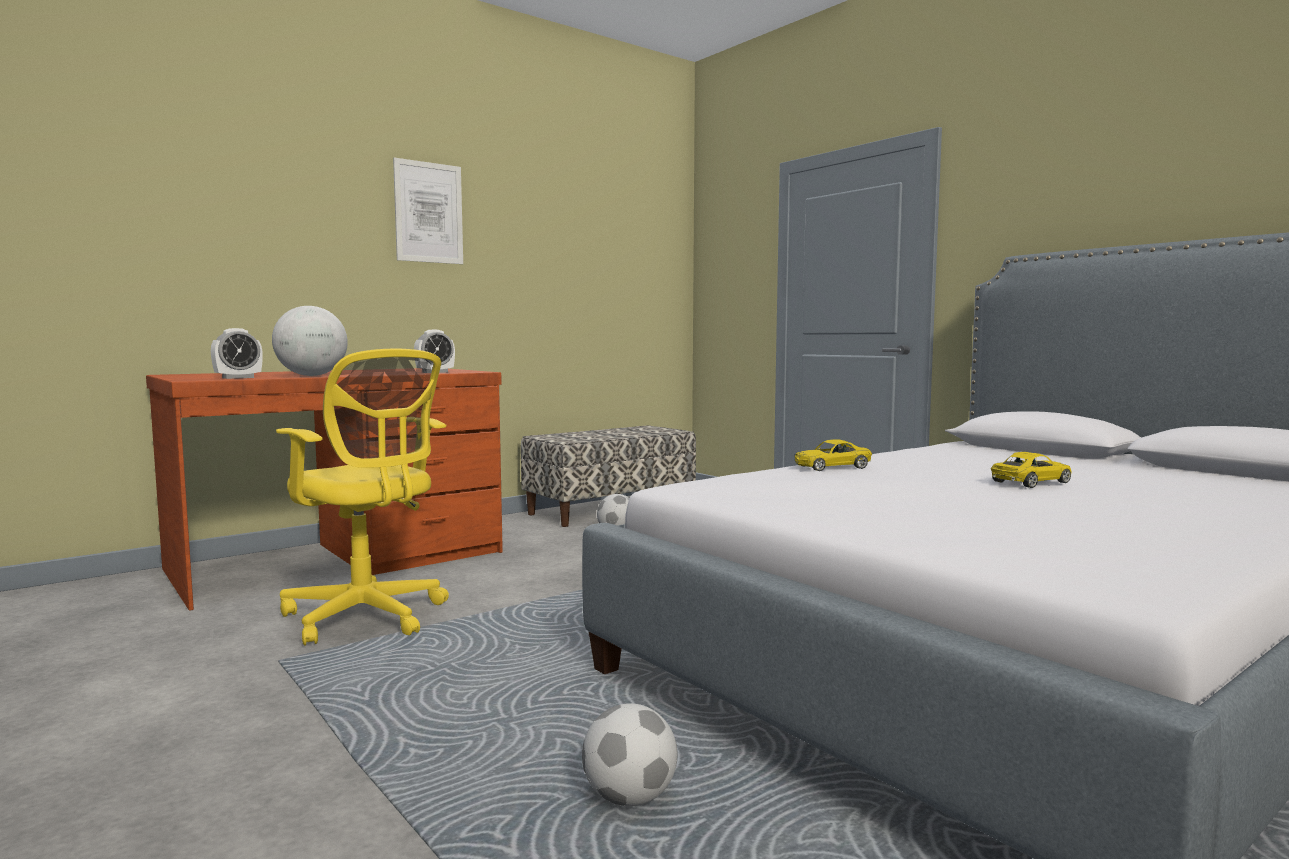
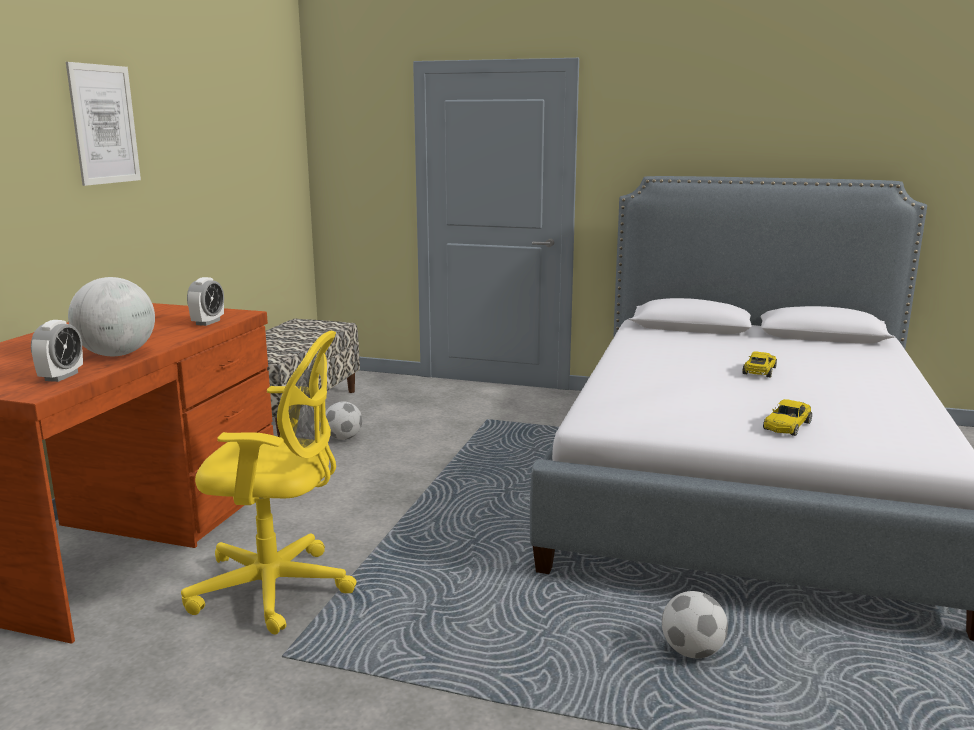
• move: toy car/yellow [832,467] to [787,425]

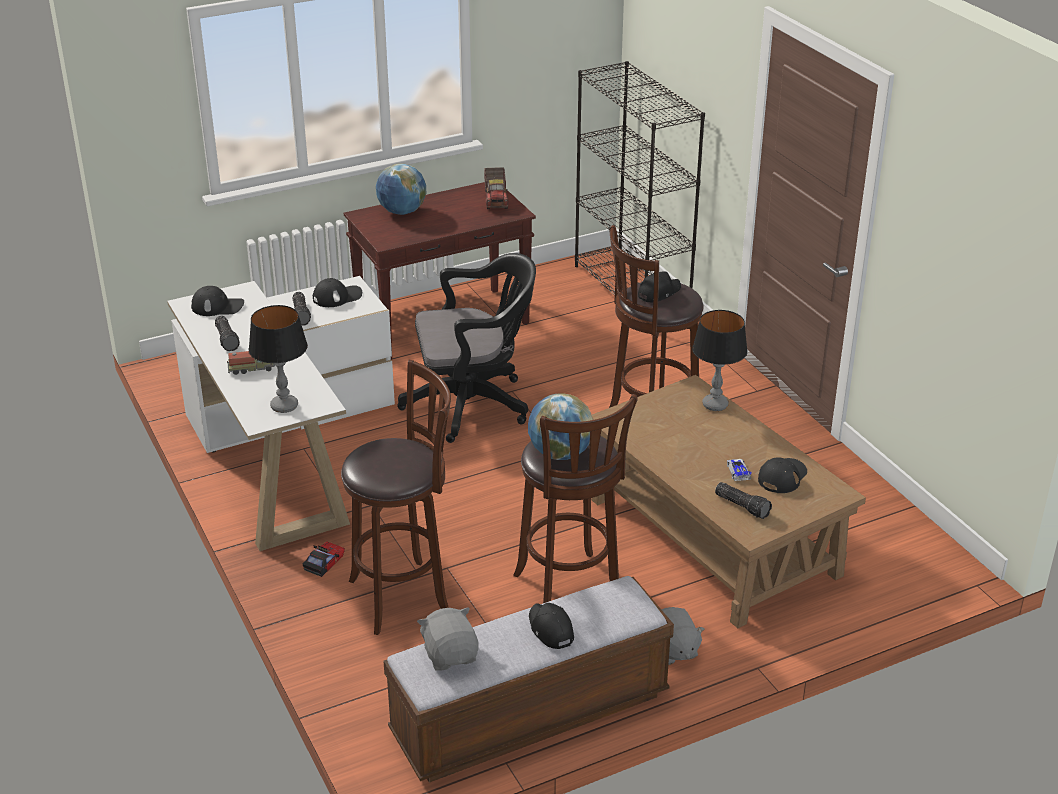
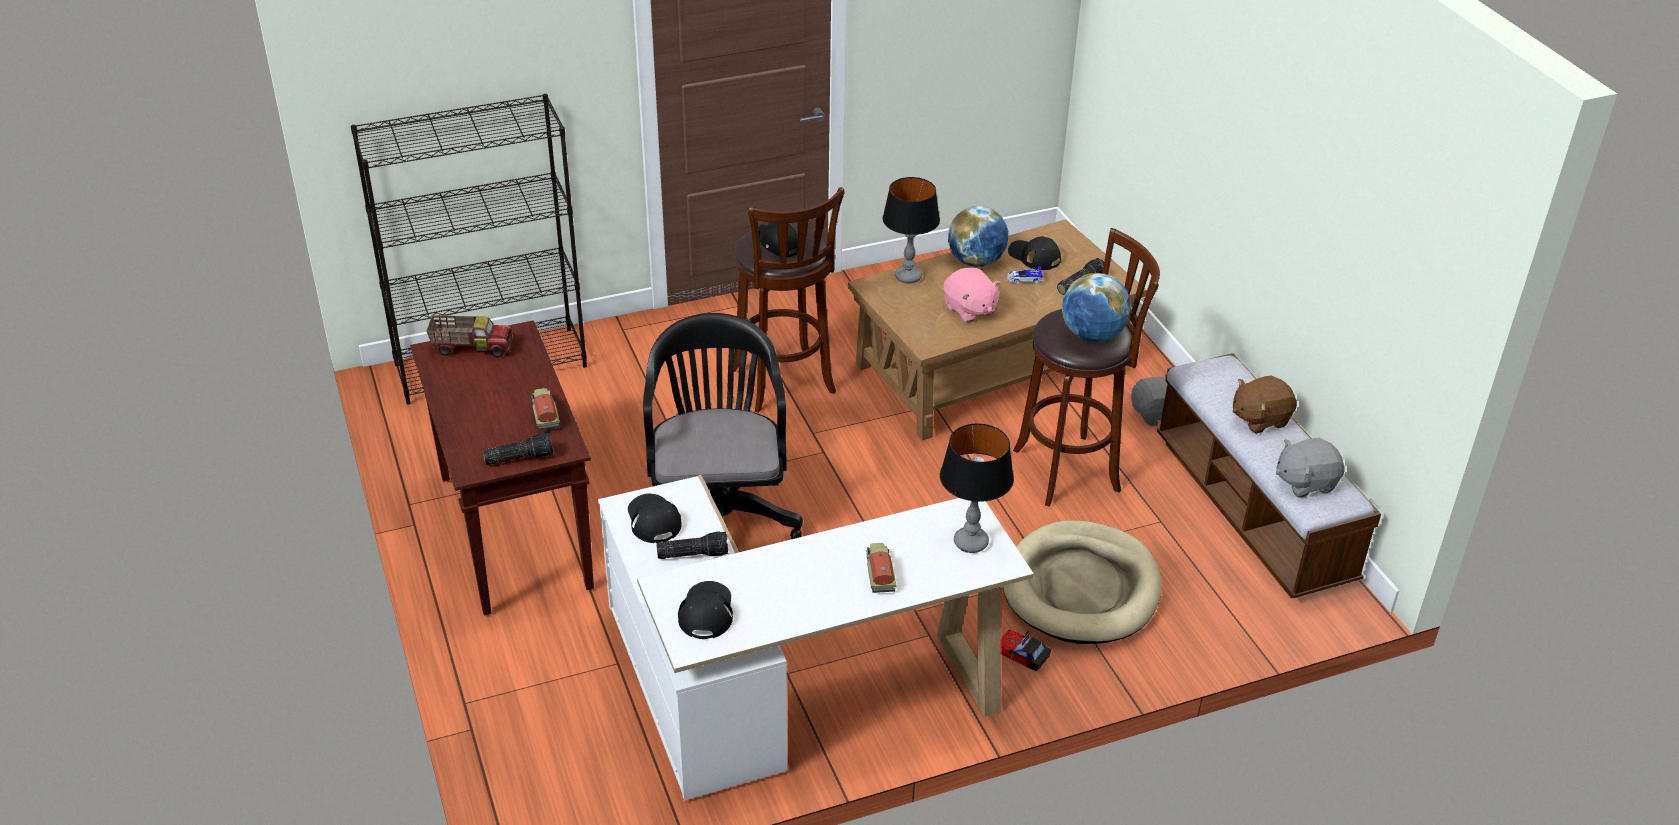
• insert: toy truck [545,415]
• insert: plush toy/pink [969,310]
• move: flashlight [227,339] to [520,457]
• move: globe [402,212] to [976,262]
• replace: stool/brown [405,595] to dog bed/beige [1081,588]
• replace: cap/black [550,629] to plush toy/brown [1259,419]

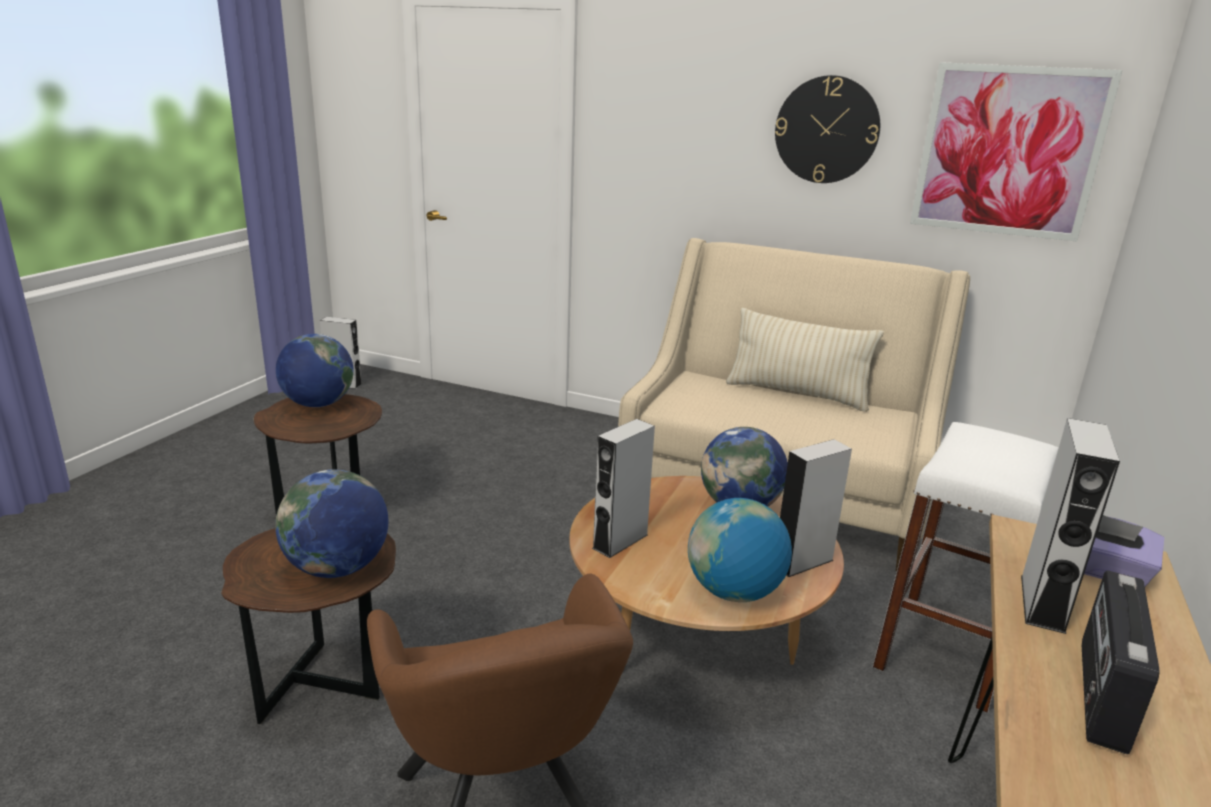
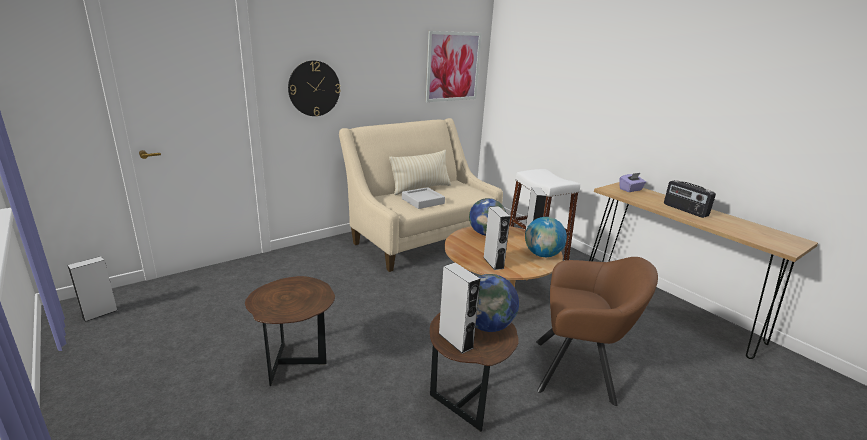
• delete: globe [318,404]
• insert: tray/grey [423,201]
• move: wall clock [826,130] to [314,88]
• move: speaker/grey [1042,603] to [455,340]

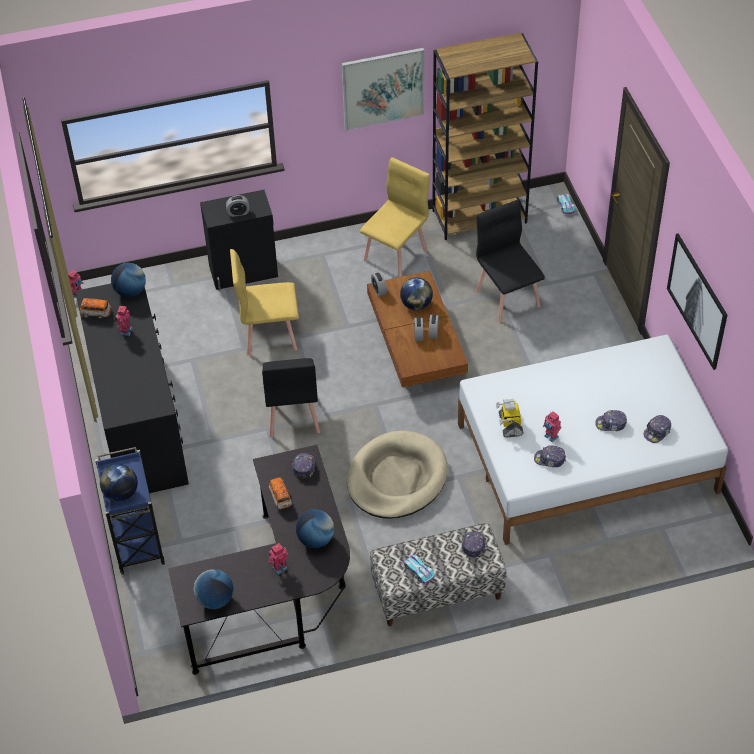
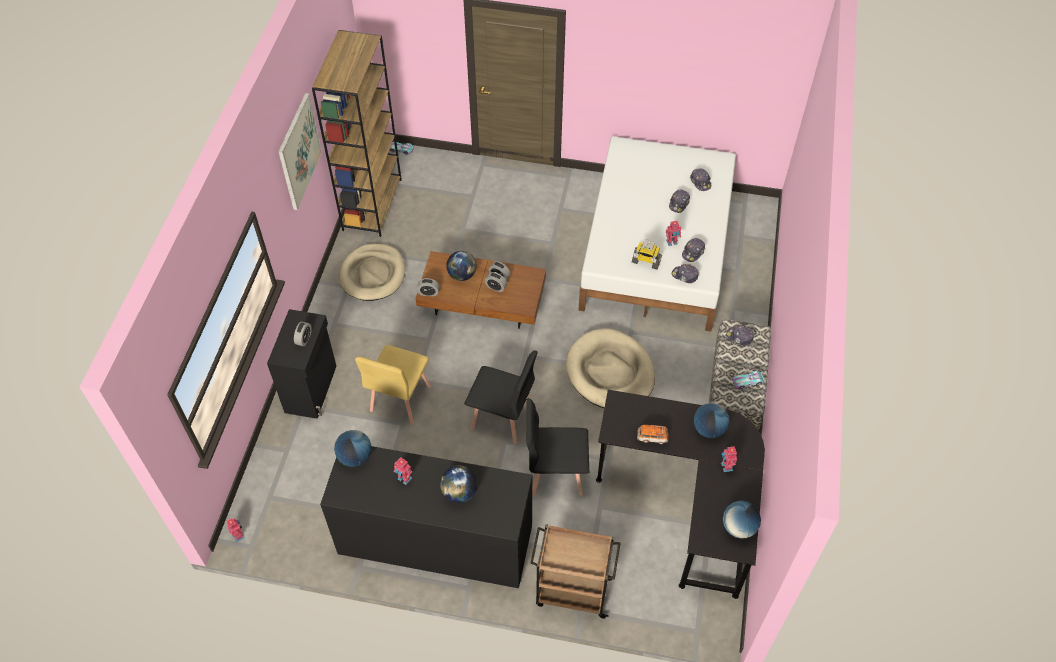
• delete: toy car [96,313]
• delete: picture [698,300]
• move: globe [121,493] to [459,492]
• move: cap [303,466] to [684,276]
• move: chair/black [508,298] to [556,473]
• replace: chair/yellow [396,255] to dog bed/beige [373,274]
• recolor: cart/blue [136,540] to cart/brown [572,591]

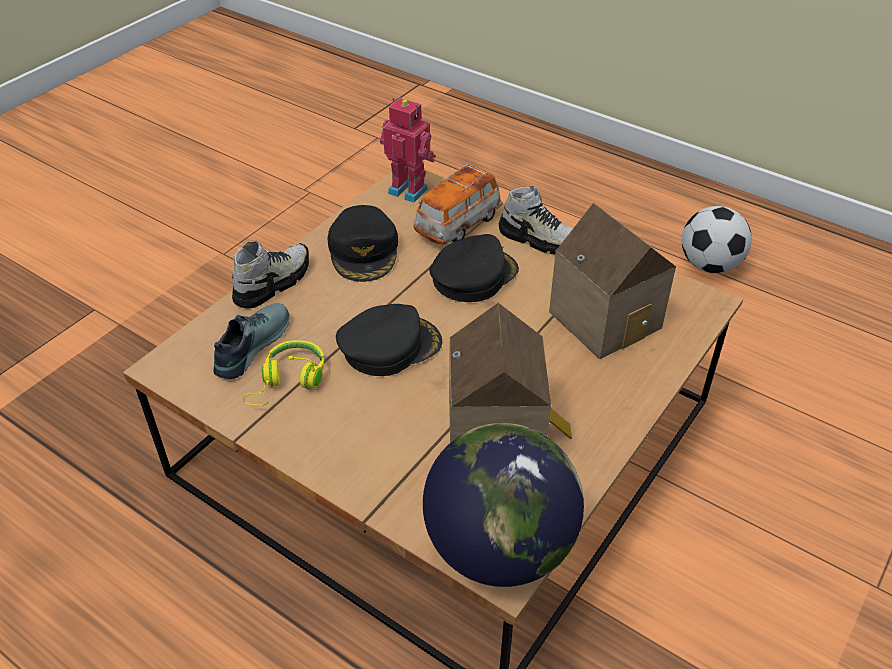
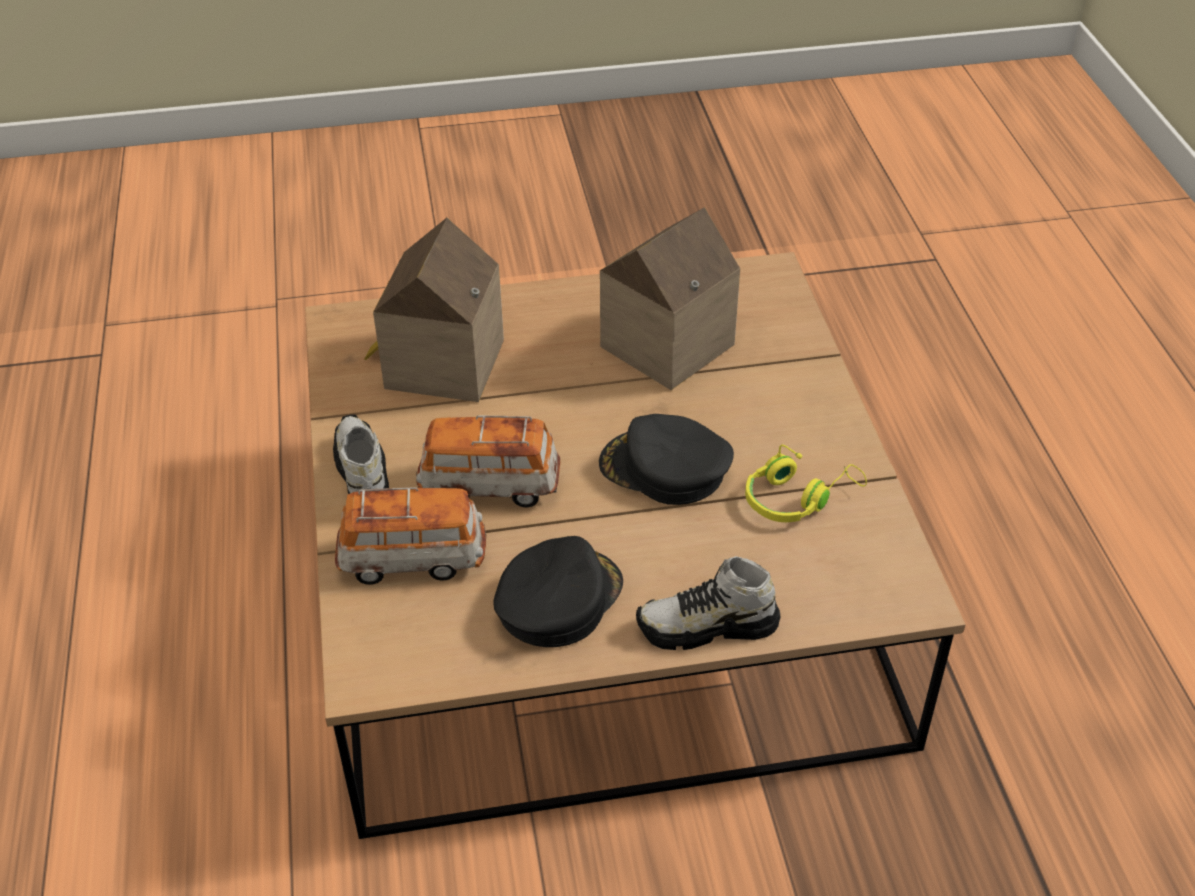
• delete: shoe [250,345]
• delete: toy robot [409,189]
• delete: globe [500,547]
• delete: football [709,265]
• replace: cap/black [473,276] to toy car [489,485]

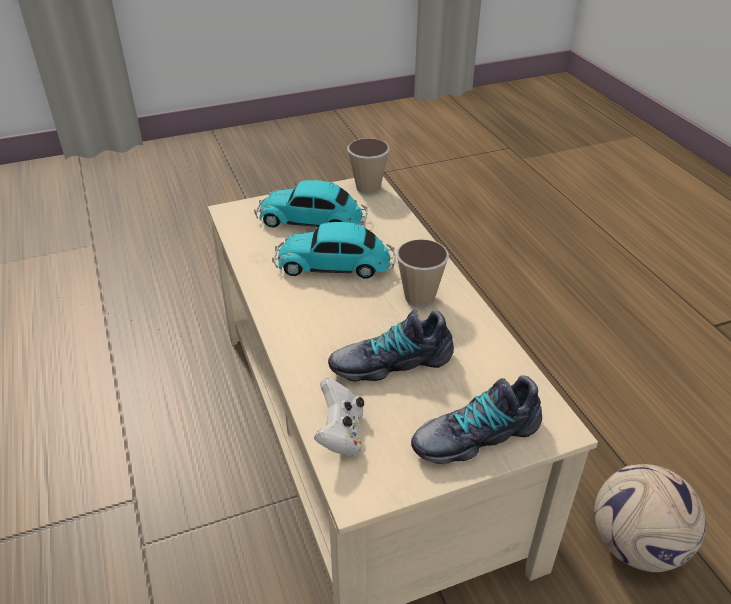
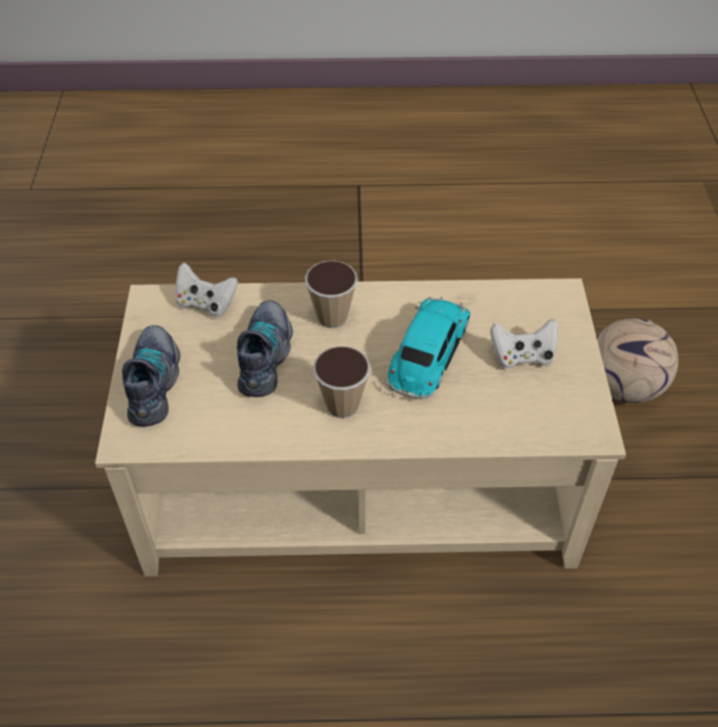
• move: cup [368,188] to [332,317]
• move: football [636,546] to [622,386]
• replace: toy car [313,220] to game controller/white [522,357]

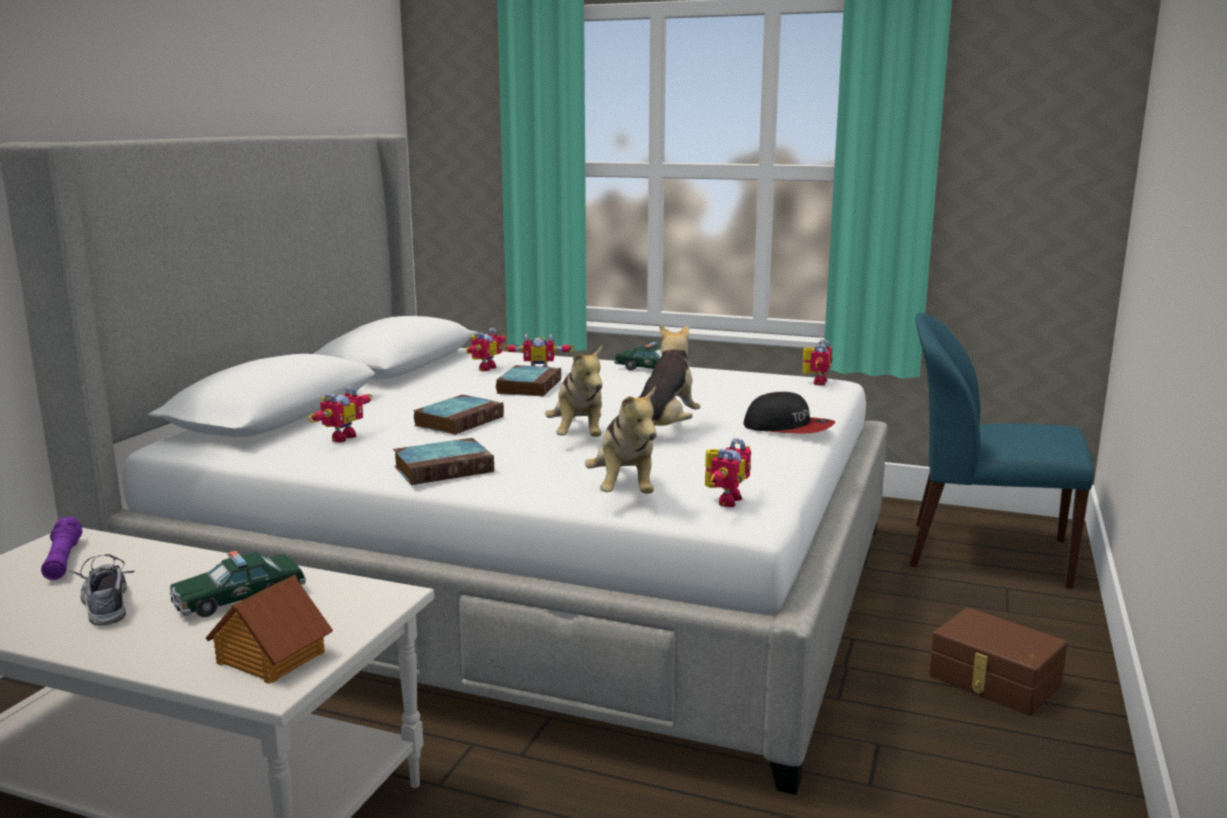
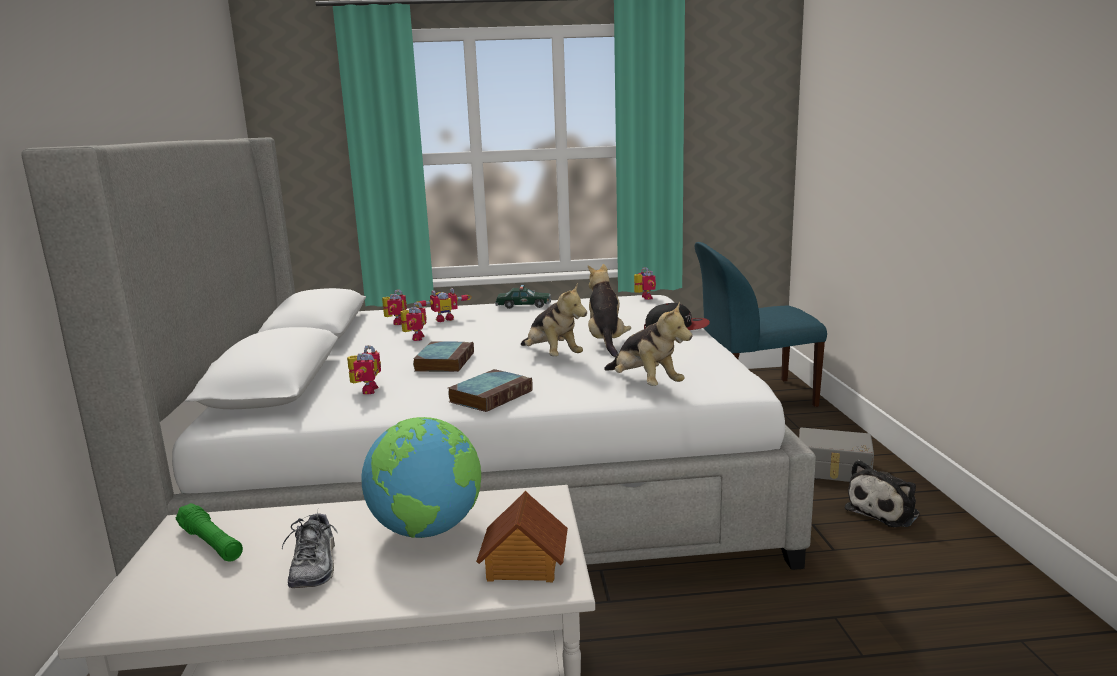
• delete: book [529,386]
• insert: plush toy [885,511]
• move: toy robot [723,500] to [414,338]
• replace: toy car [239,598] to globe [427,530]
• recolor: flashlight/purple [63,560] to flashlight/green [211,543]
• recolor: storage box/brown [993,681] to storage box/grey [833,470]
• rotate: shoe [106,604] = [314,566] 135 degrees counterclockwise

